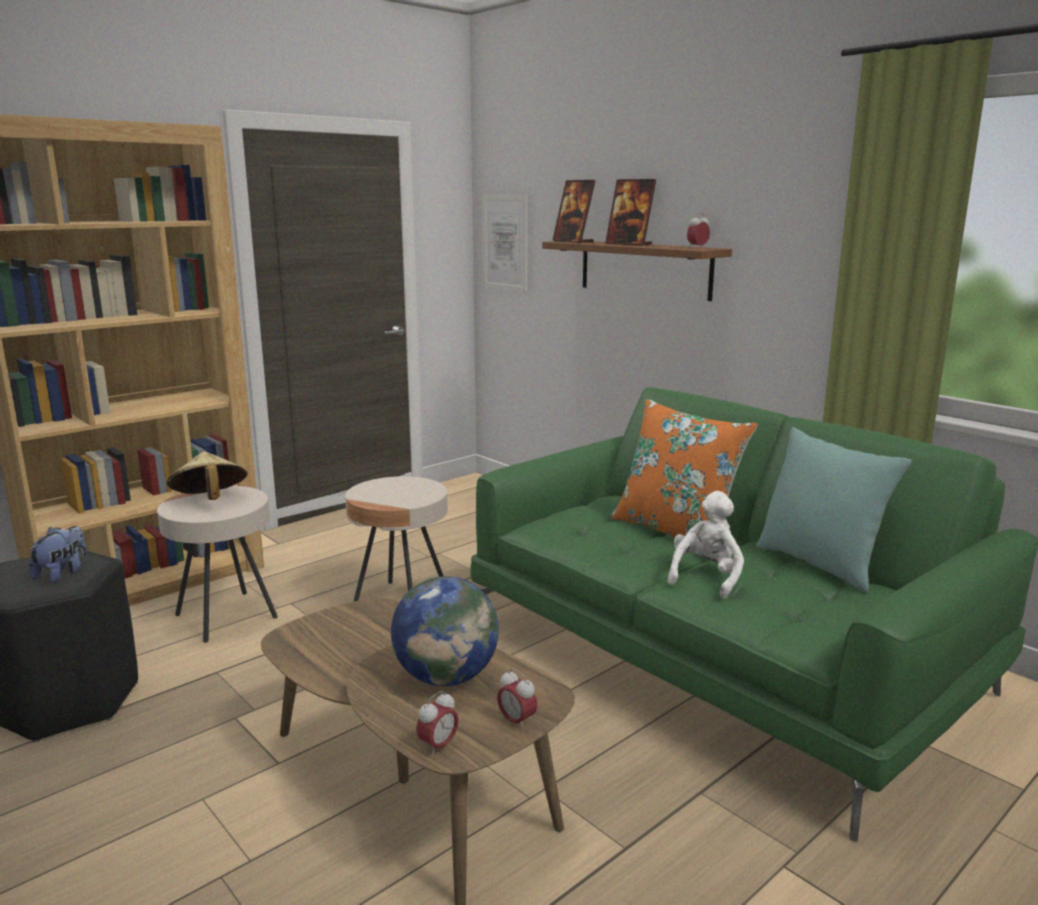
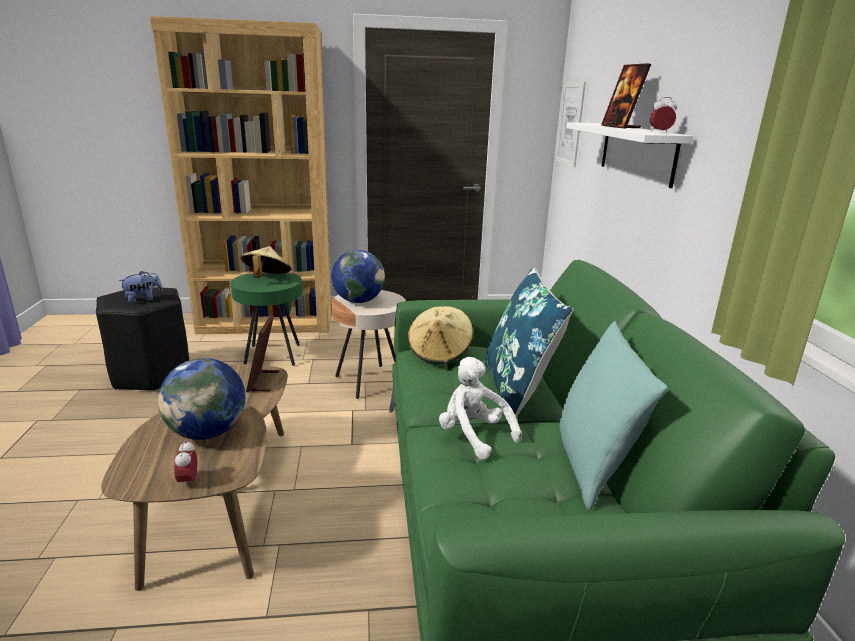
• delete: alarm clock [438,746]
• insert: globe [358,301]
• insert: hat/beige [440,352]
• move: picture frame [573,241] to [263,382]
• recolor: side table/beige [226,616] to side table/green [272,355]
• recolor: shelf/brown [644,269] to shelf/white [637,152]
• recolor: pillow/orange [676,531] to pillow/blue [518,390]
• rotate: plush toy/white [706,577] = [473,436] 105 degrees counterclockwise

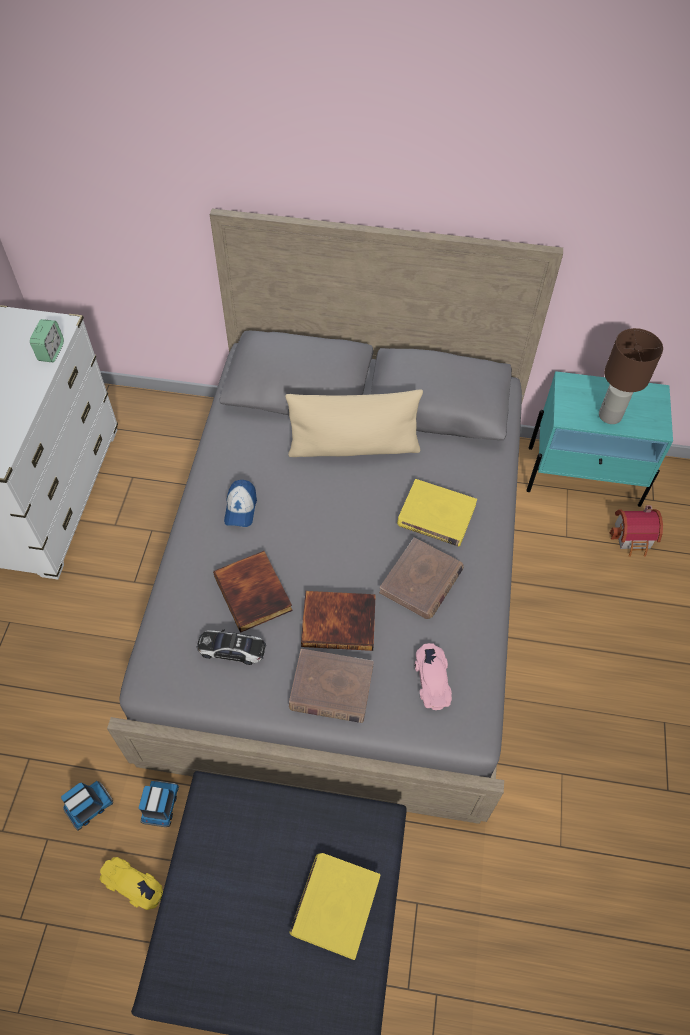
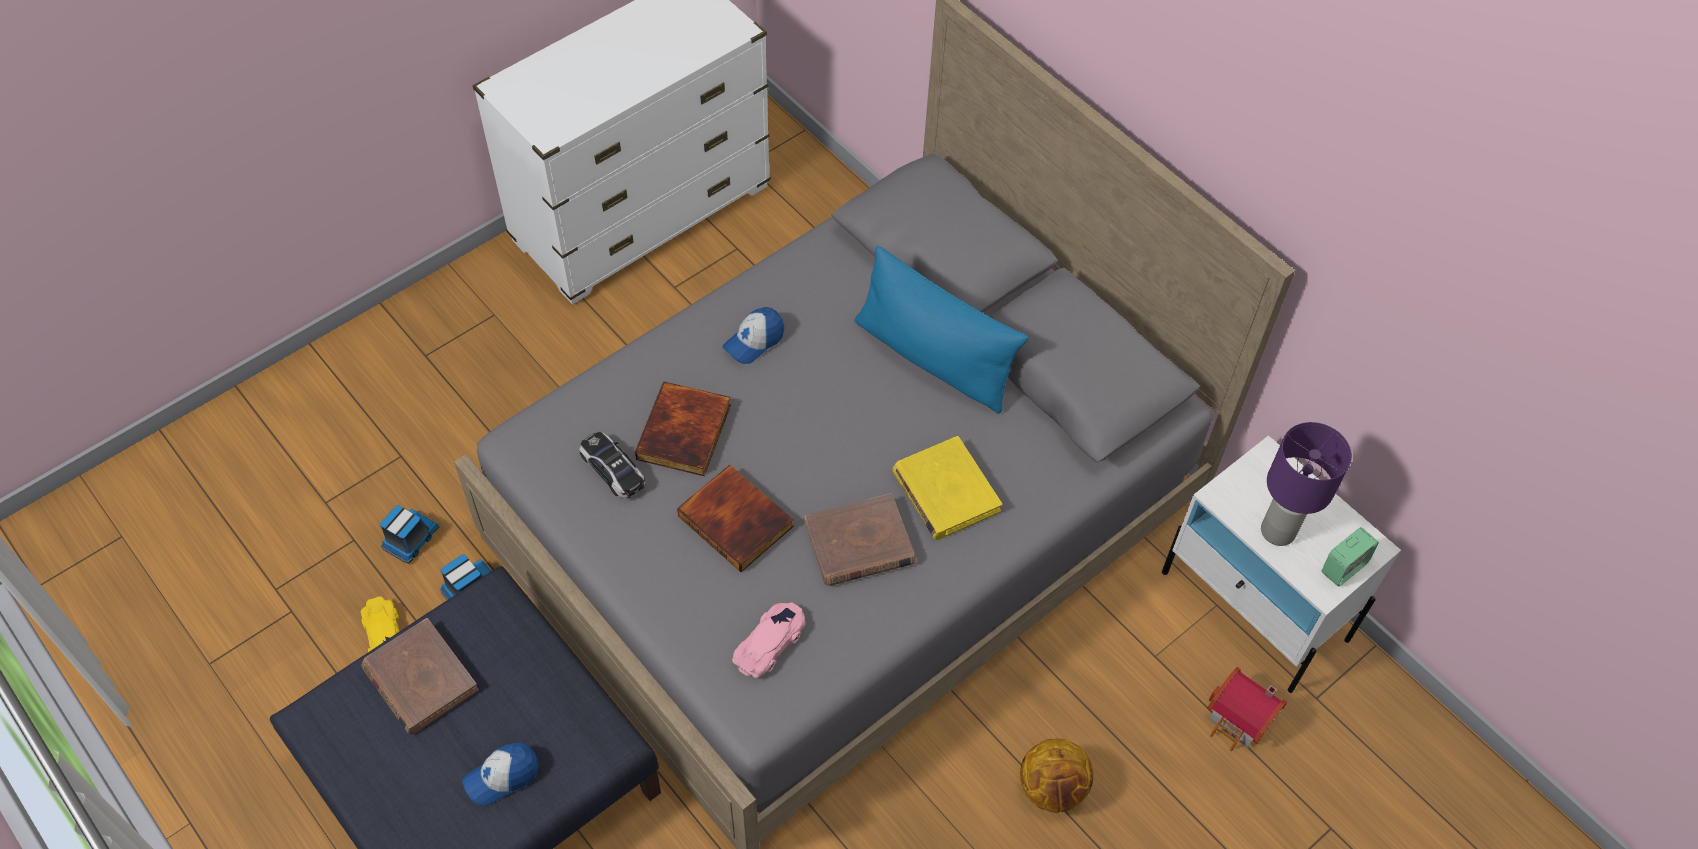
• insert: basketball [1053,788]
• move: alarm clock [51,352] to [1343,567]
• move: book/brown [331,688] to [420,679]
• replace: book/yellow [335,905] to cap [502,776]
• recolor: pillow/beige [353,447] to pillow/blue [933,358]
• recolor: nightstand/turquoise [584,476] to nightstand/white [1255,606]
• recolor: table lamp/brown [609,416] to table lamp/purple [1277,531]
• rotate: toy truck [88,806] = [410,539] 60 degrees counterclockwise

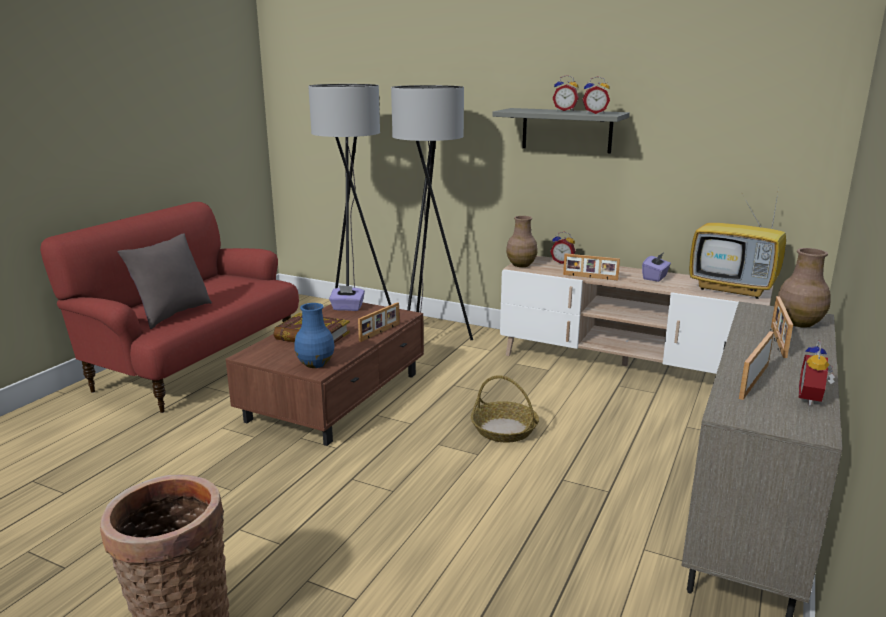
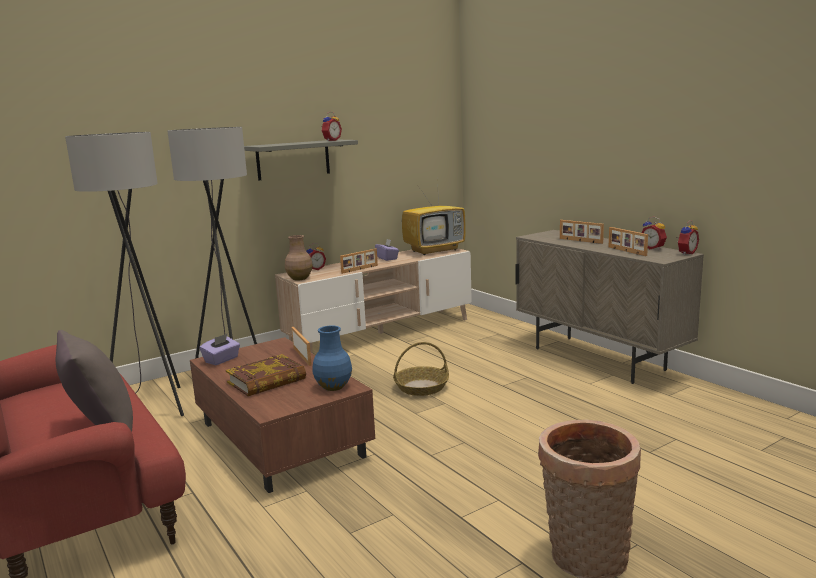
• delete: vase/brown [798,323]
• move: alarm clock [565,110] to [685,253]

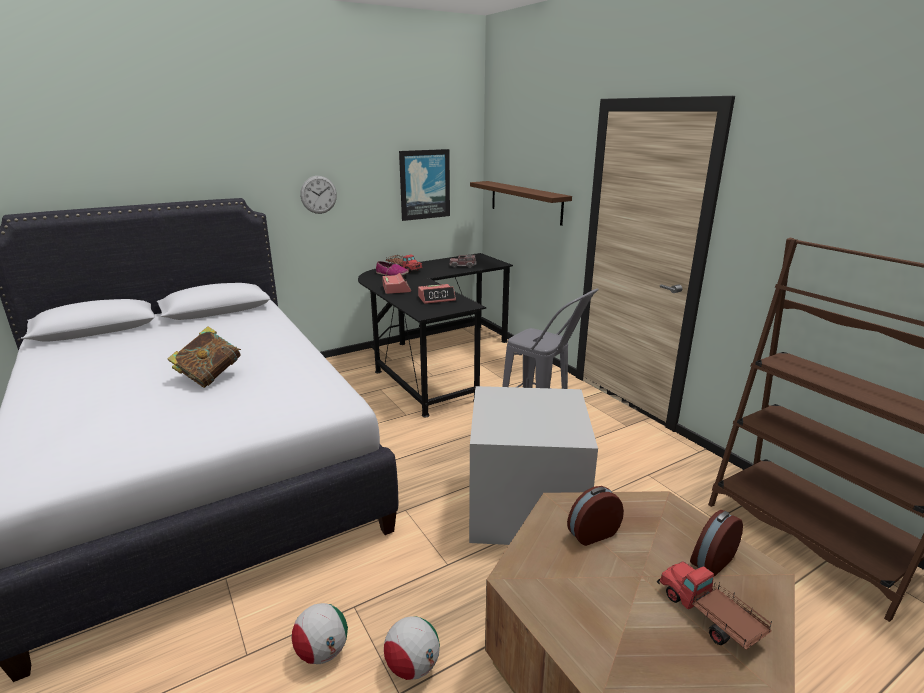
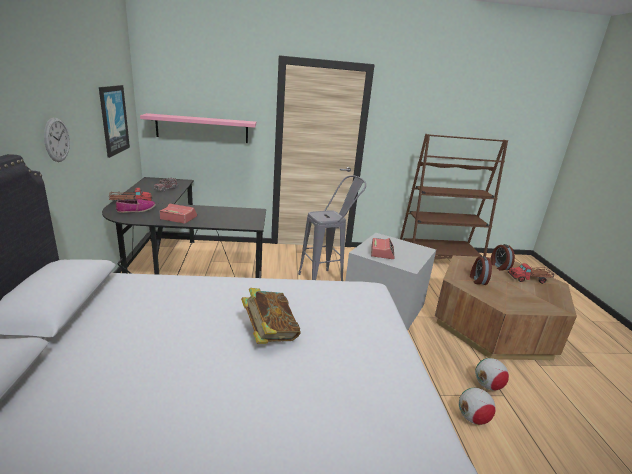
• move: alarm clock [437,299] to [382,252]
• recolor: shelf/brown [525,202] to shelf/pink [202,128]

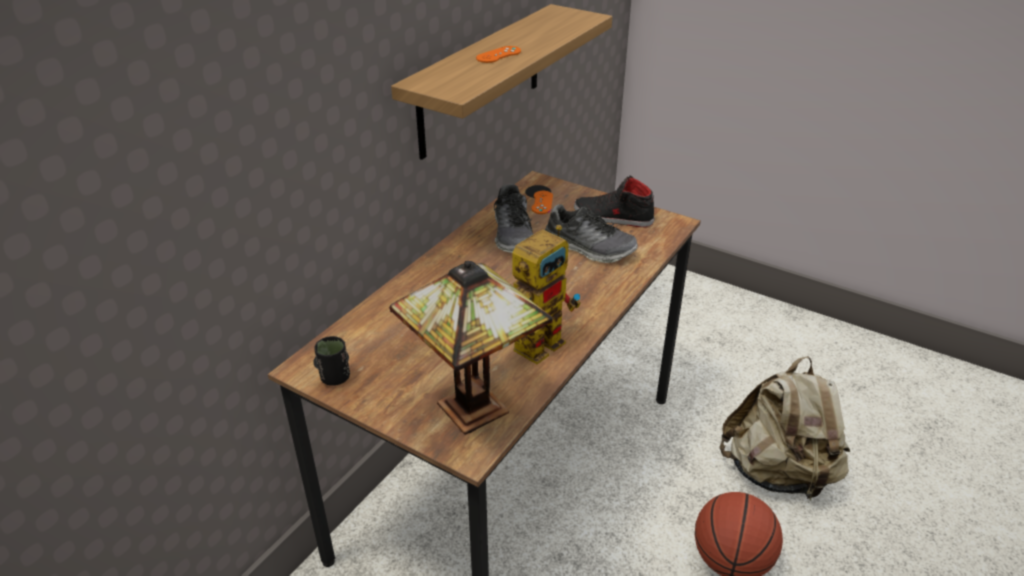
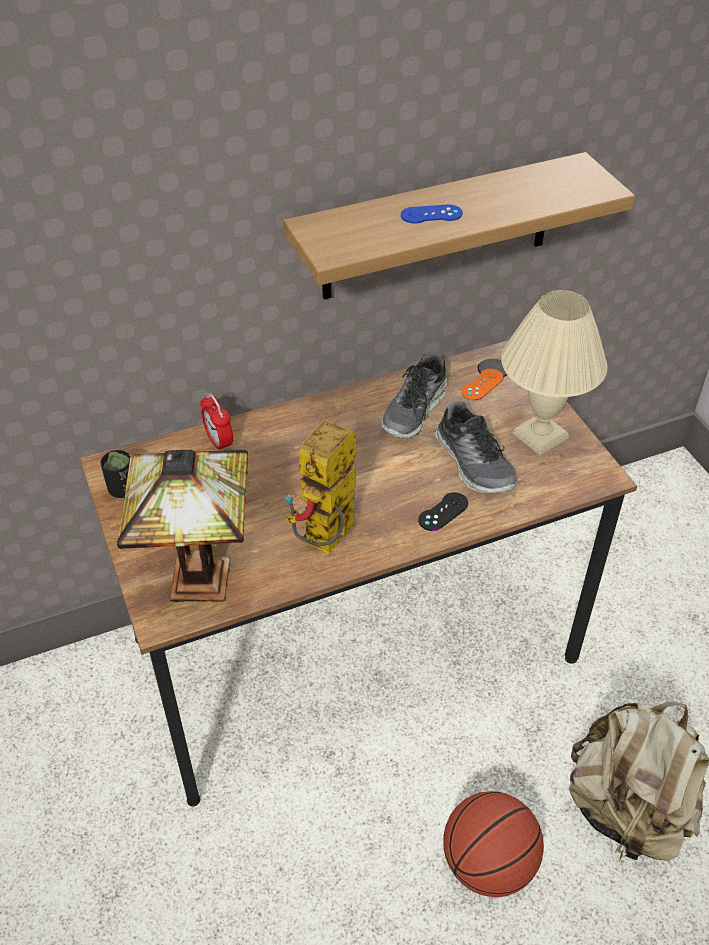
• insert: alarm clock [219,442]
• insert: game controller/black [443,512]
• replace: shoe/black [612,217] to table lamp/beige [540,437]
• recolor: game controller/orange [498,55] to game controller/blue [431,214]
• rotate: toy robot [542,338] = [326,543] 135 degrees clockwise

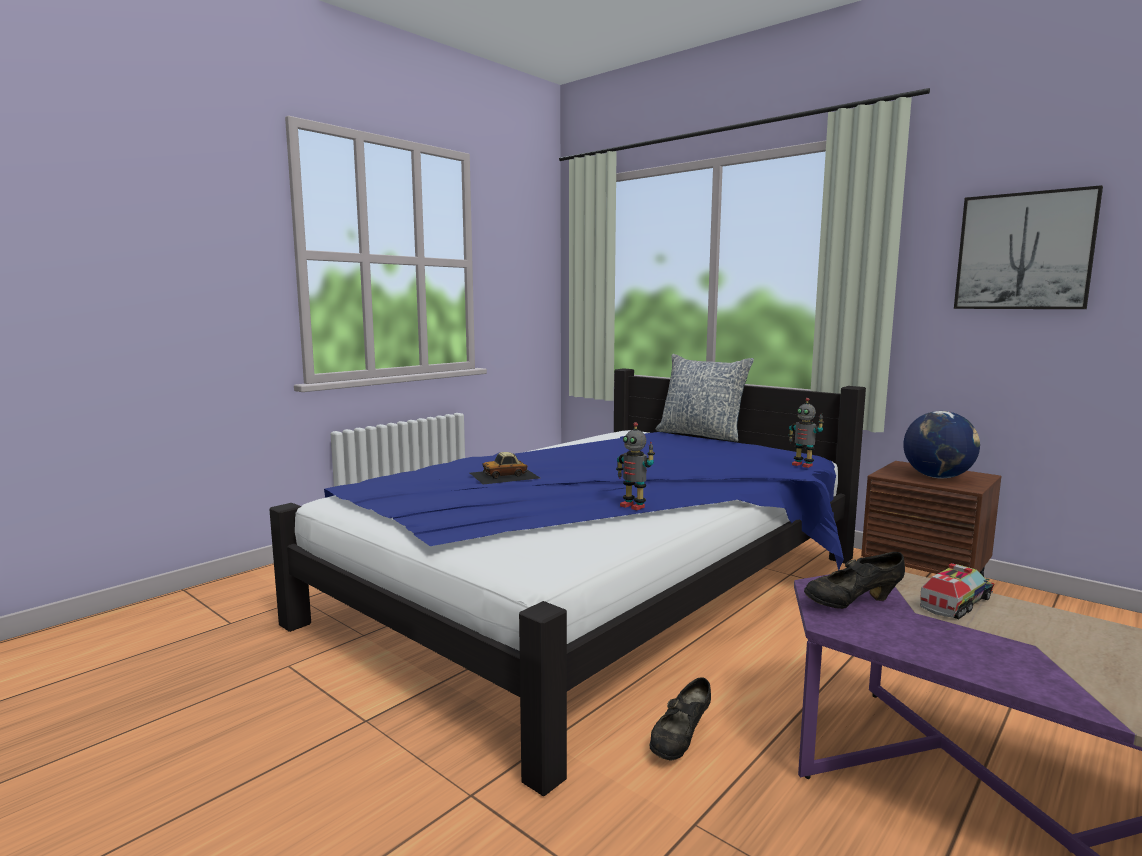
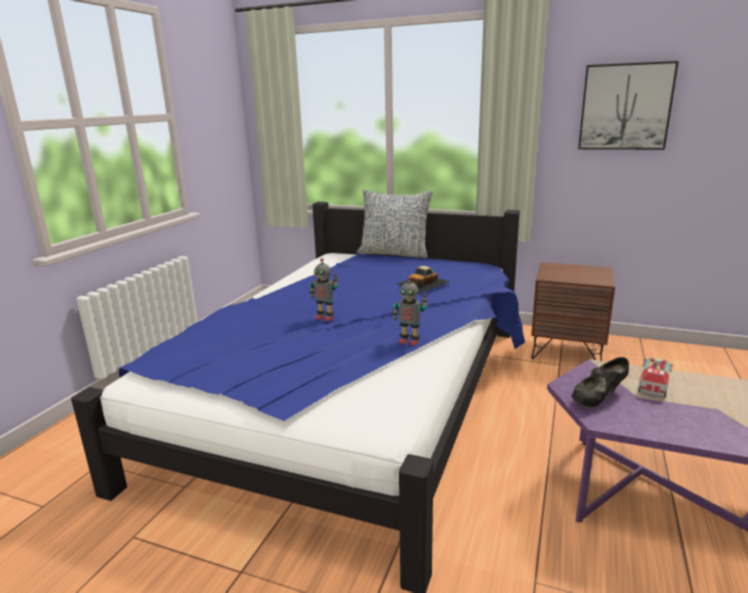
• delete: shoe/black [680,741]
• delete: globe [937,477]
• move: toy car [504,475] to [423,282]
• move: toy robot [803,465] to [325,317]

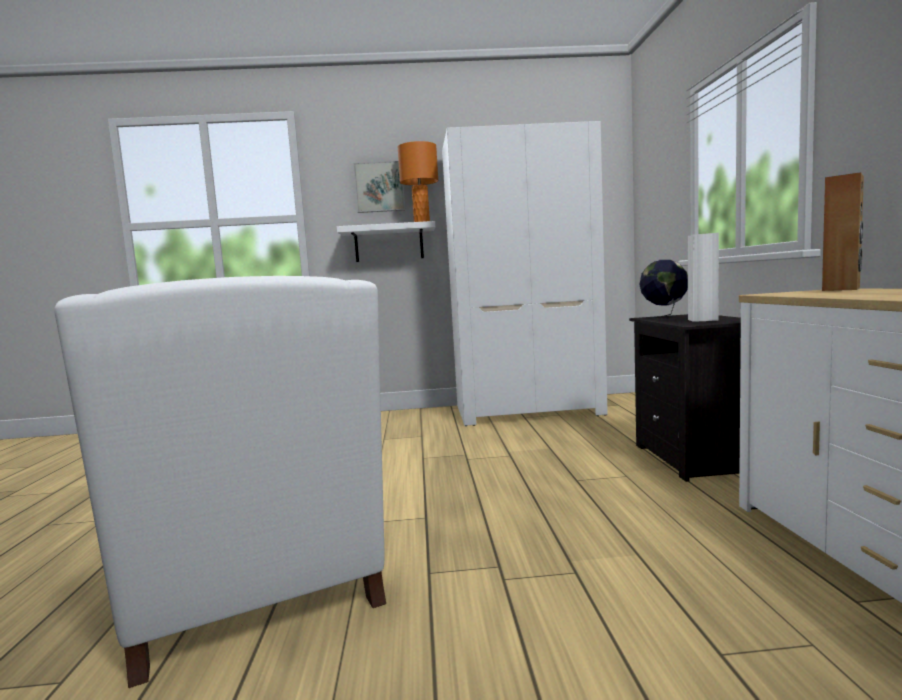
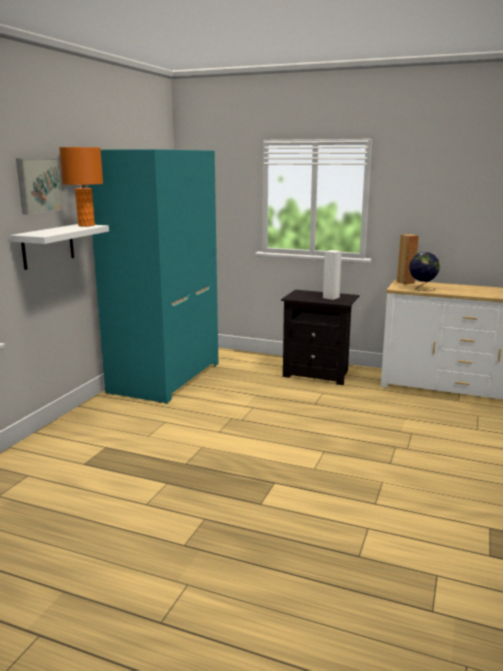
• delete: armchair/white [257,591]
• move: globe [664,318] to [422,289]
• recolor: wardrobe/white [528,410] to wardrobe/turquoise [165,377]

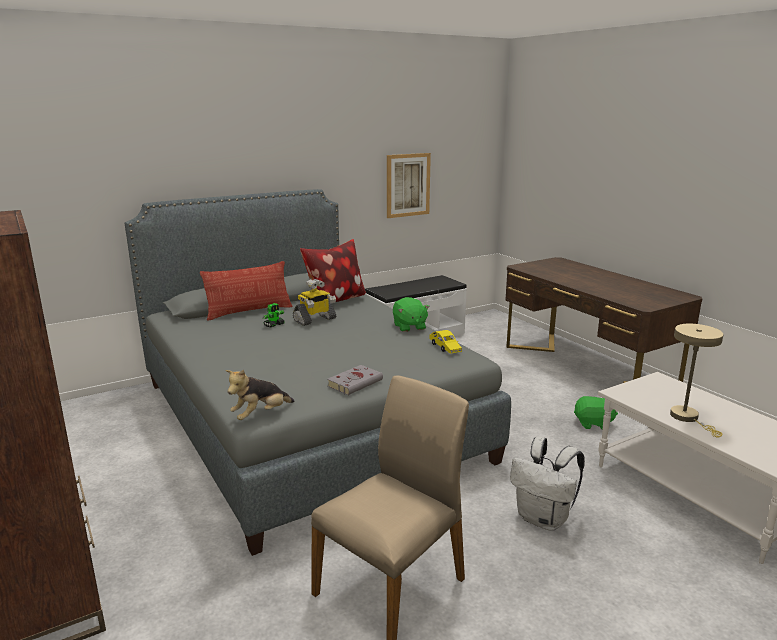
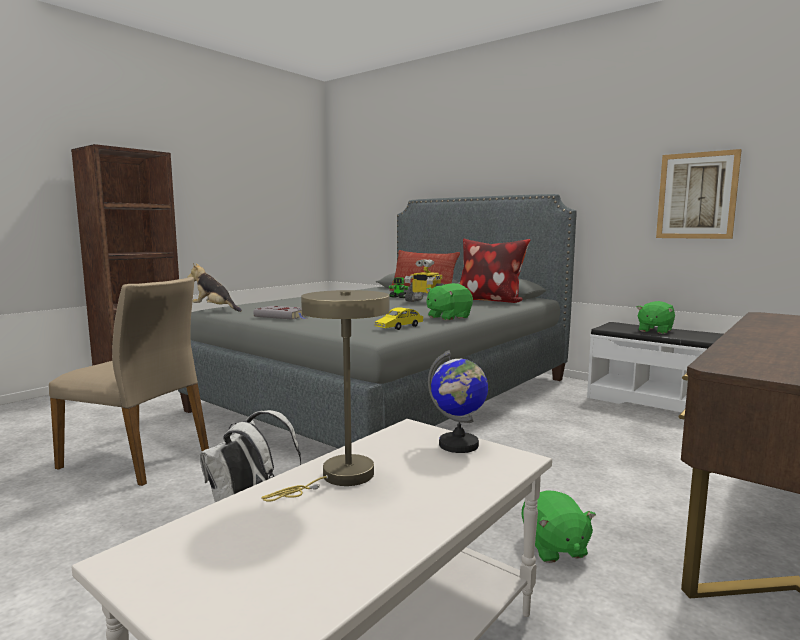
• insert: globe [458,445]
• insert: plush toy/green [654,330]

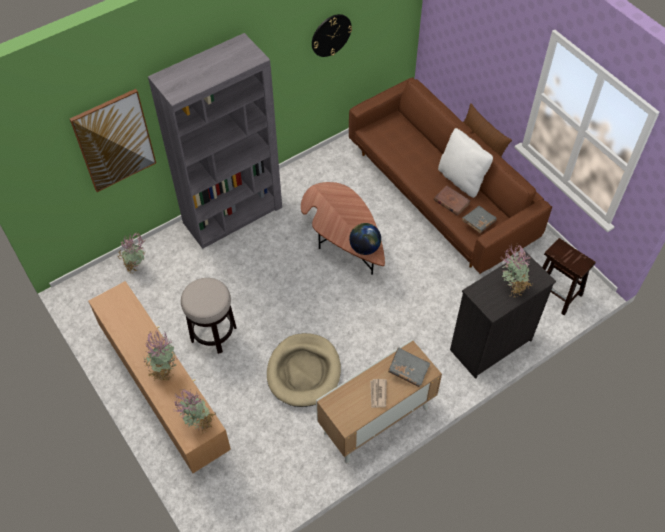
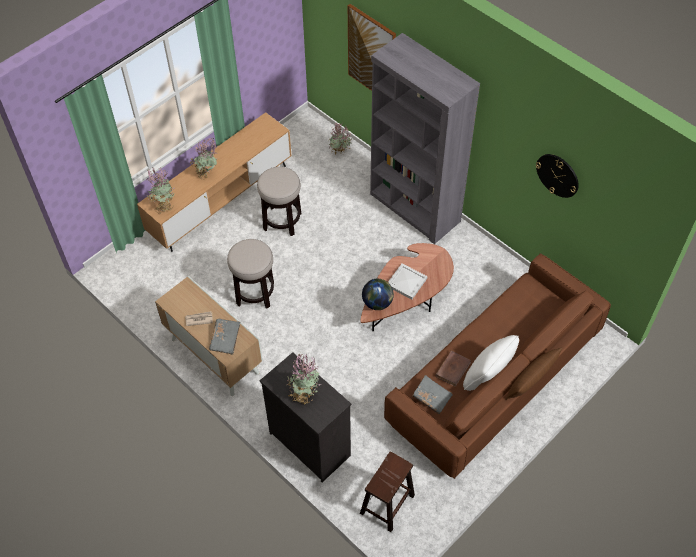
• insert: tray/white [406,282]
• replace: dog bed/beige [304,371] to stool [255,293]

